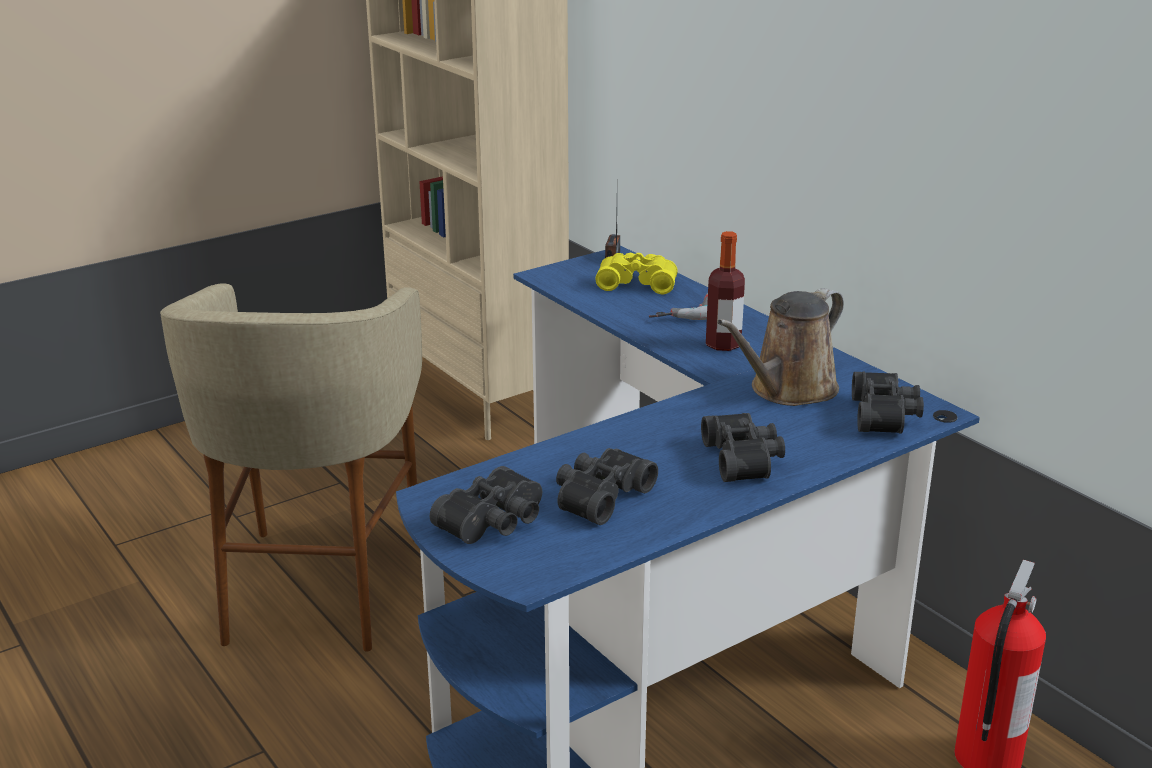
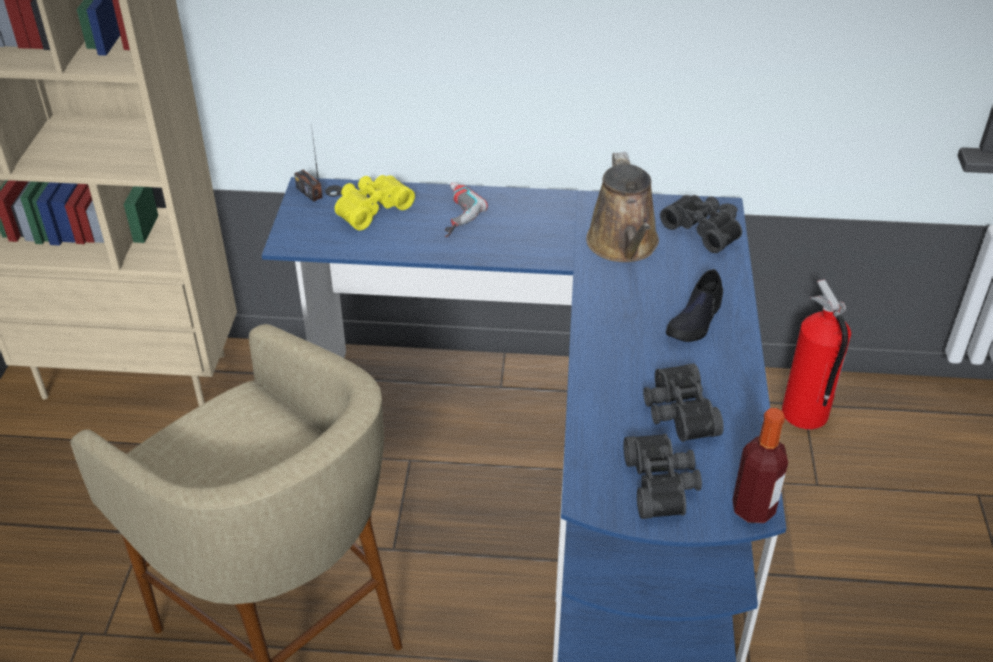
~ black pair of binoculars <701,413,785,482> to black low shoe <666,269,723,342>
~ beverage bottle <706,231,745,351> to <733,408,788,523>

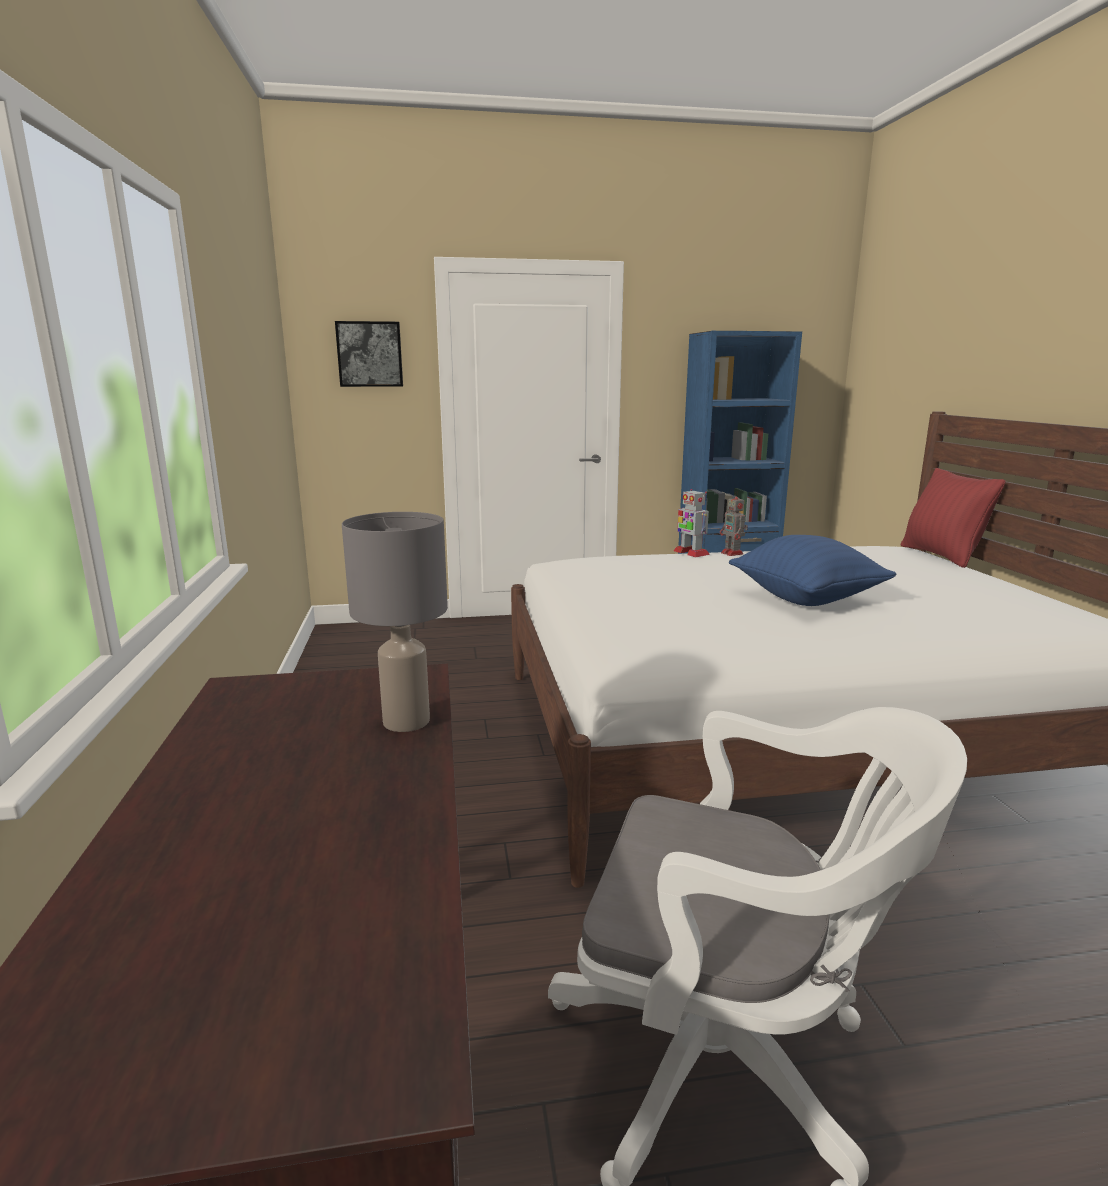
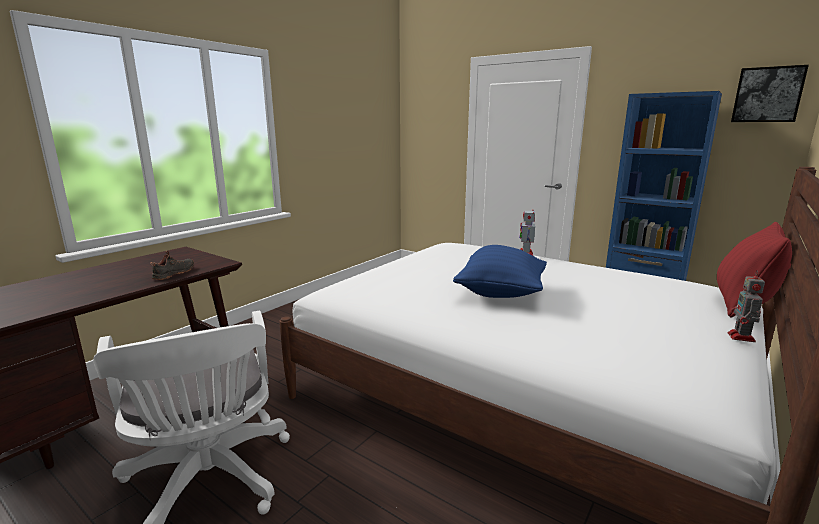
~ gray table lamp <342,512,448,732> to black low shoe <150,251,194,280>
~ robot figure <720,491,748,556> to <728,270,765,342>
~ picture <335,321,403,387> to <731,65,809,122>

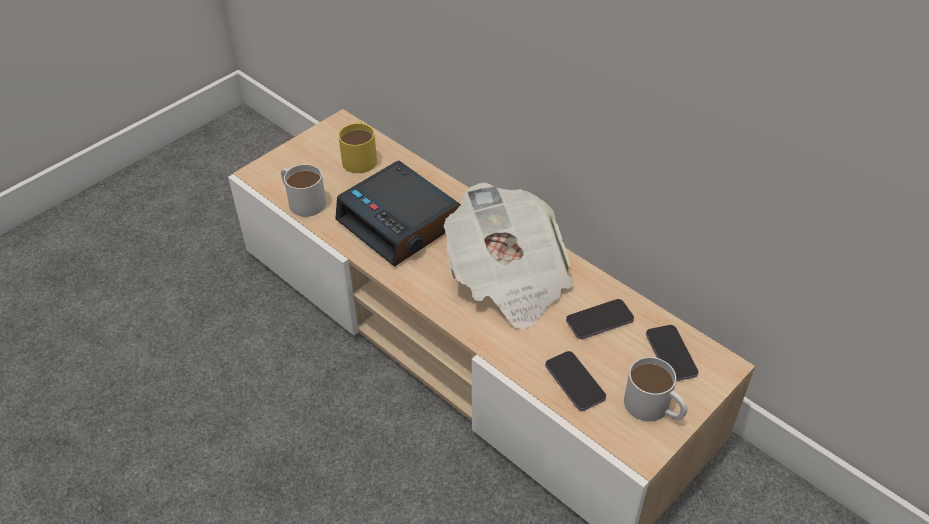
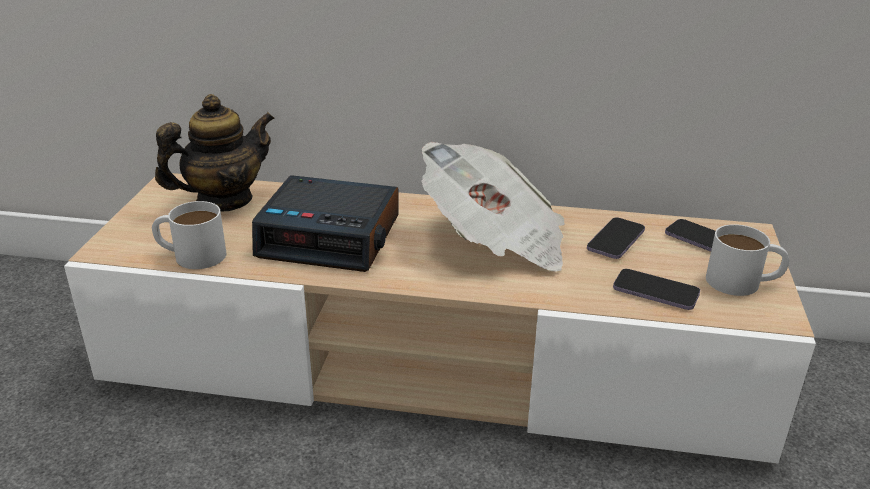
~ yellowish mug <338,122,377,173> to tea pot <155,94,274,211>

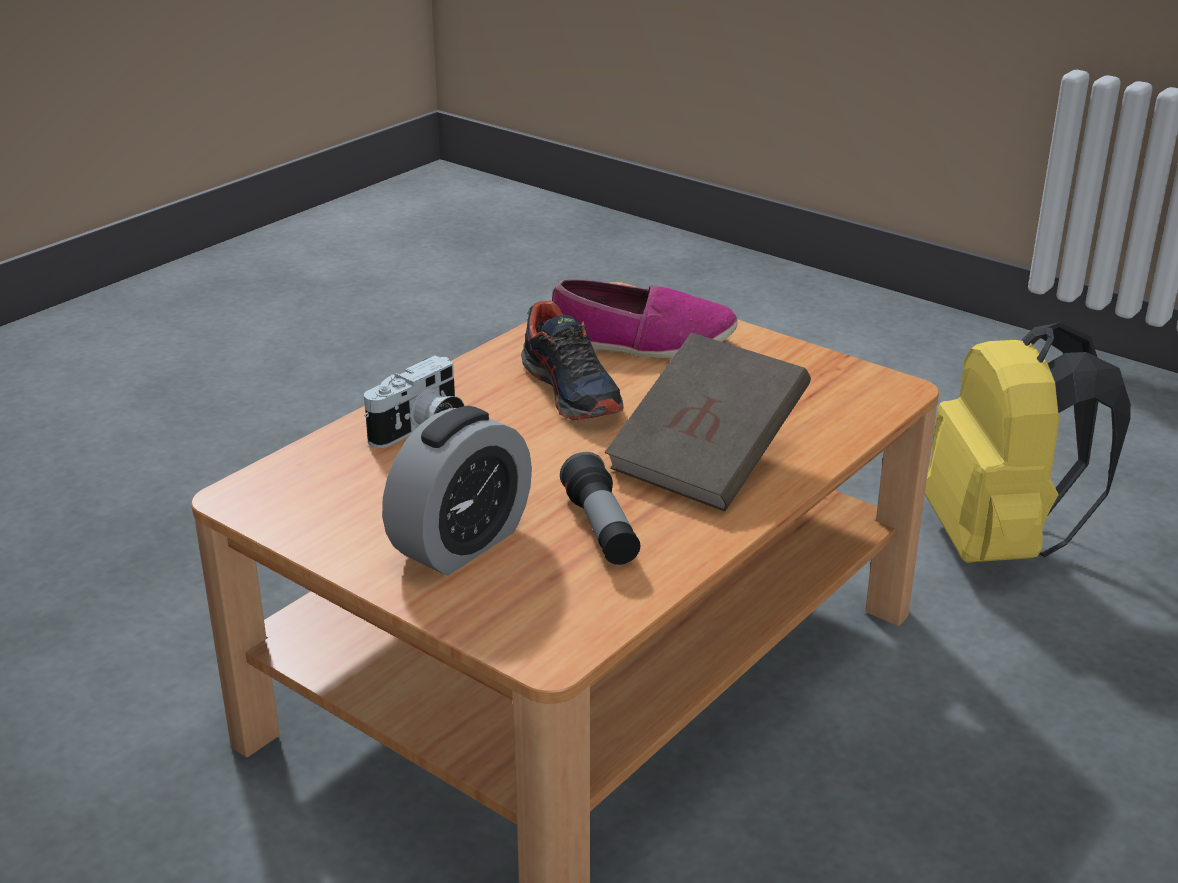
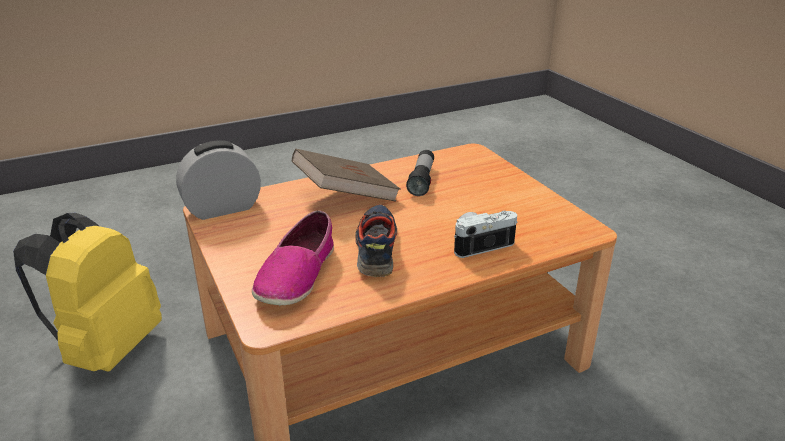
~ table clock <382,406,532,575> to <176,140,261,220>
~ low shoe <552,279,738,358> = <252,210,334,306> 105 degrees counterclockwise

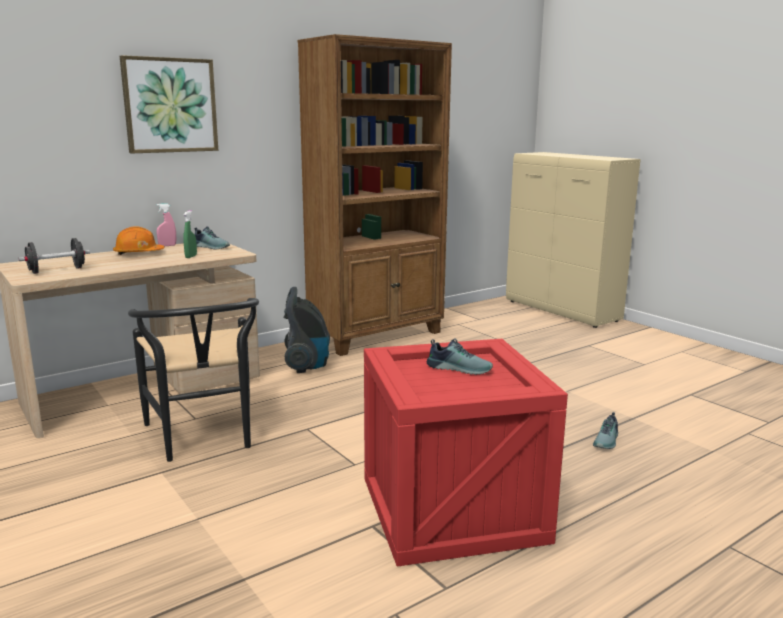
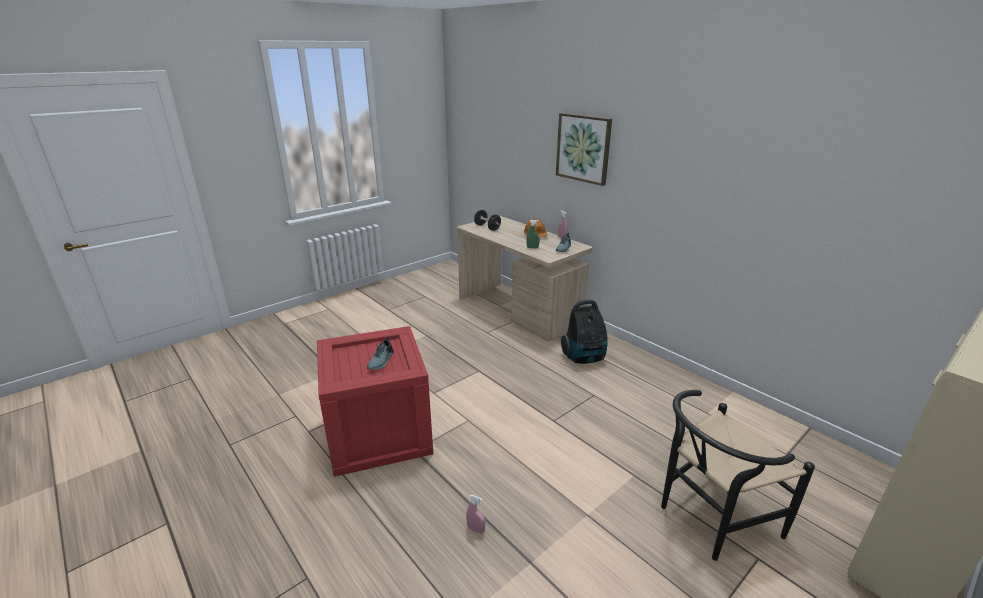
~ low shoe <593,412,618,449> to pink hand sprayer <466,495,485,534>
~ black chair <128,298,259,462> to <661,390,815,561>
- brownish bookshelf <298,34,452,356>

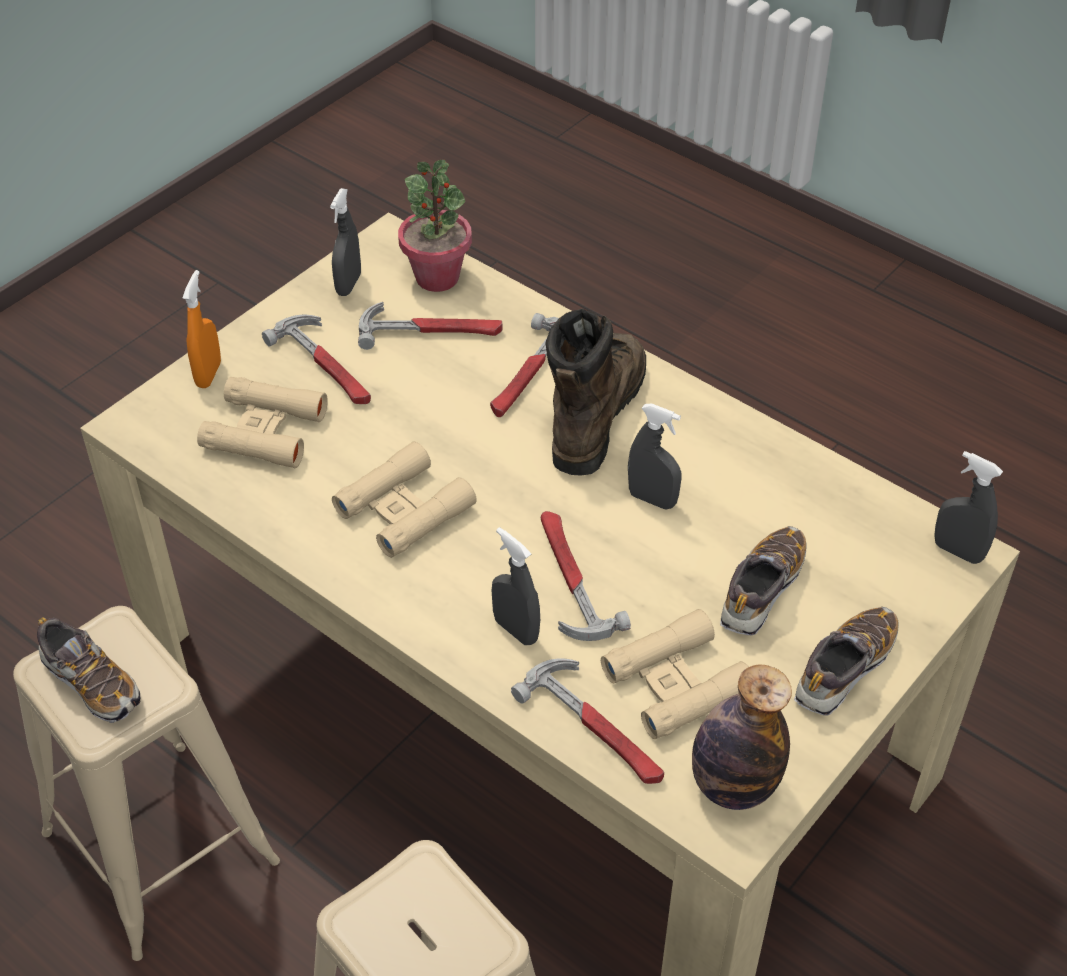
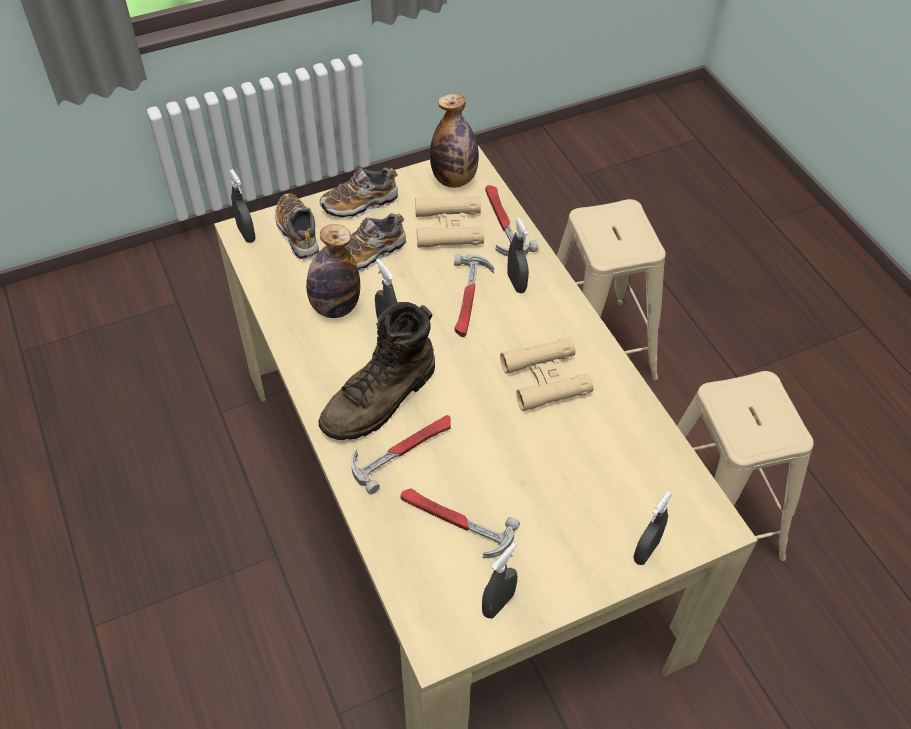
~ low shoe <37,617,140,723> to <275,193,319,260>
+ beverage bottle <306,224,360,318>
~ orangey hand sprayer <183,270,221,388> to gray hand sprayer <634,491,672,565>
- beige-coloured pair of binoculars <197,377,328,468>
- hammer <262,315,371,404>
- plant in a pot <398,160,472,292>

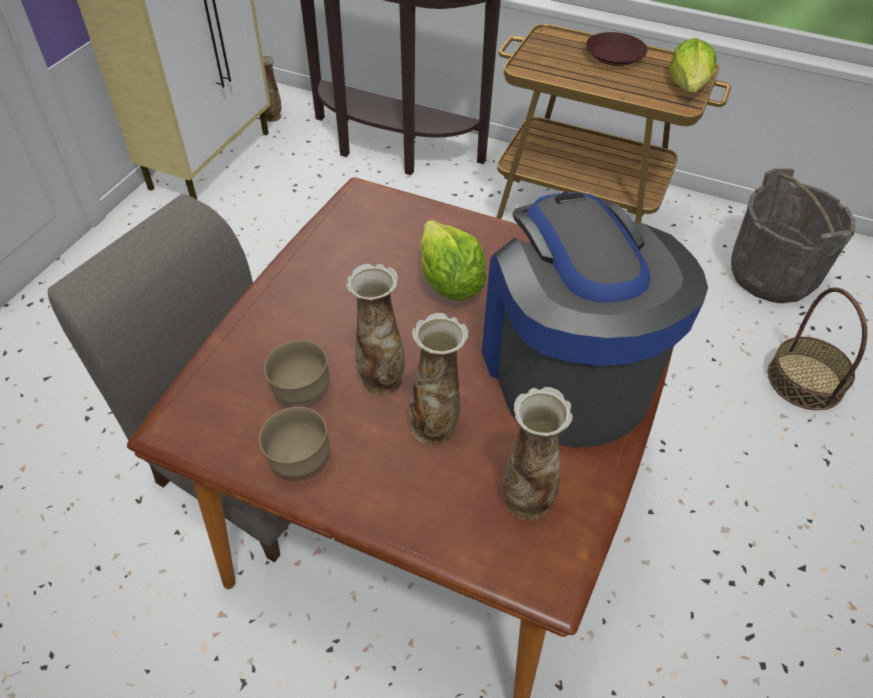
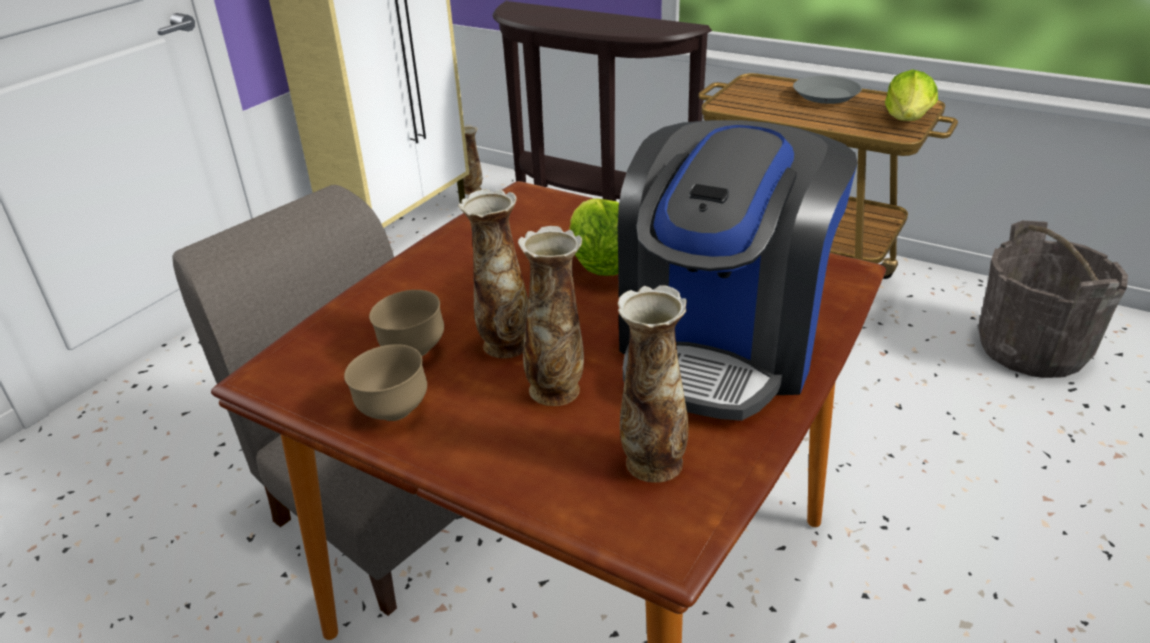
~ coffee machine <482,192,708,448> = <618,120,858,421> 150 degrees counterclockwise
~ brownish plate <586,32,647,66> to gray plate <793,76,862,104>
- basket <768,287,867,410>

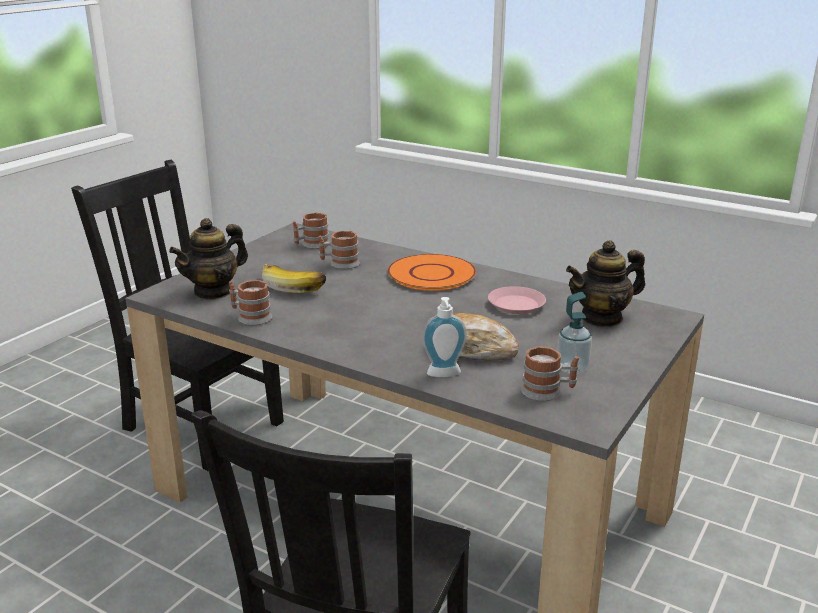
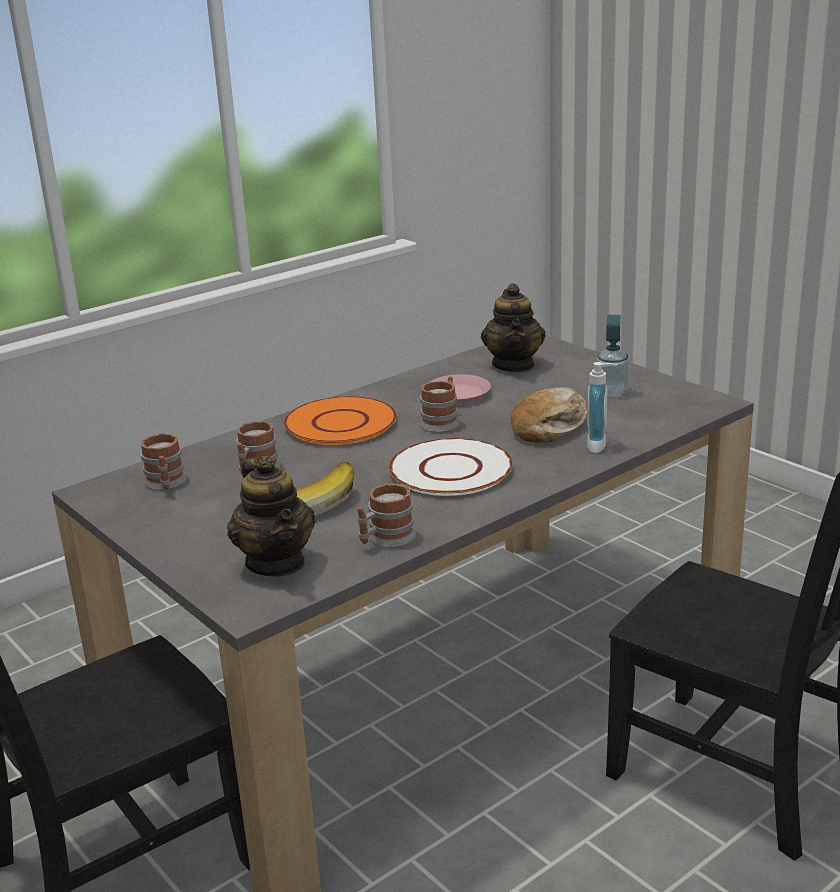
+ whitish plate <388,438,513,496>
~ mug <521,346,579,401> to <420,376,459,433>

